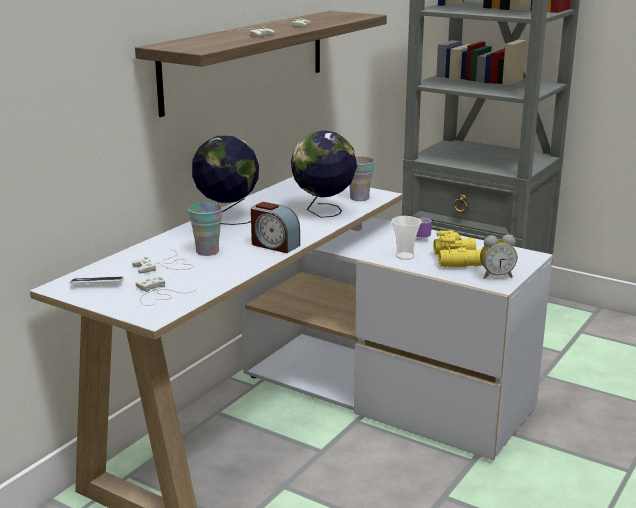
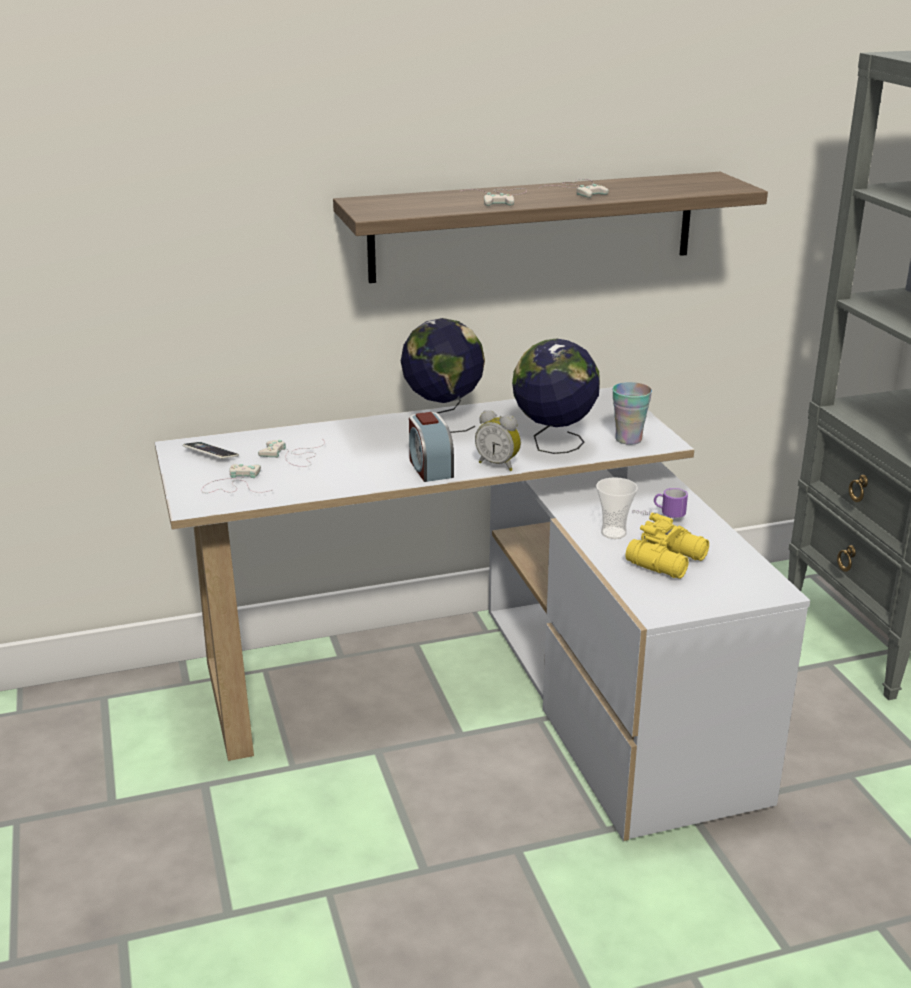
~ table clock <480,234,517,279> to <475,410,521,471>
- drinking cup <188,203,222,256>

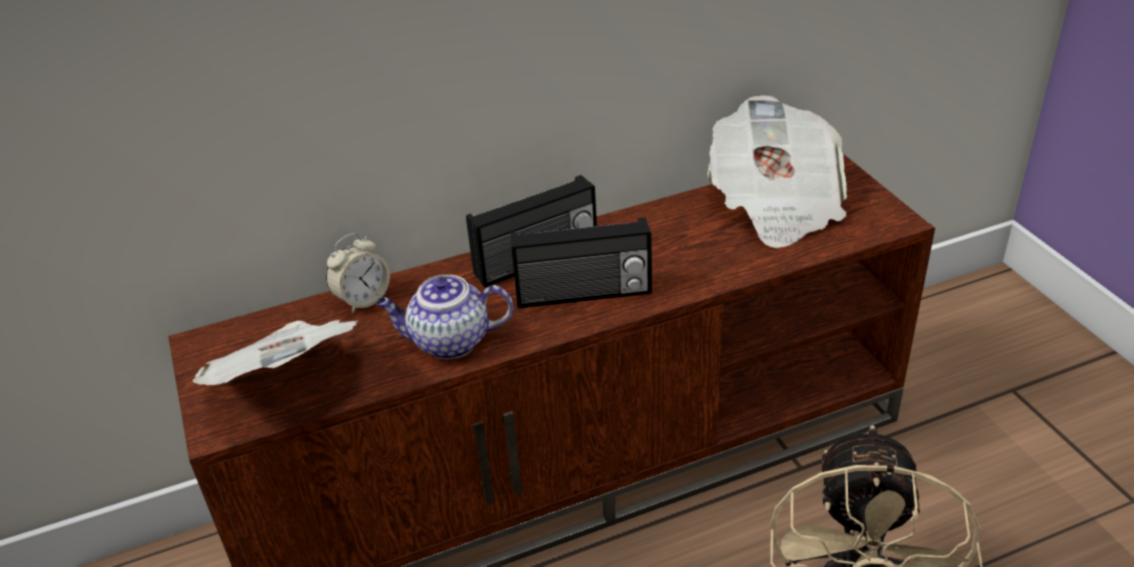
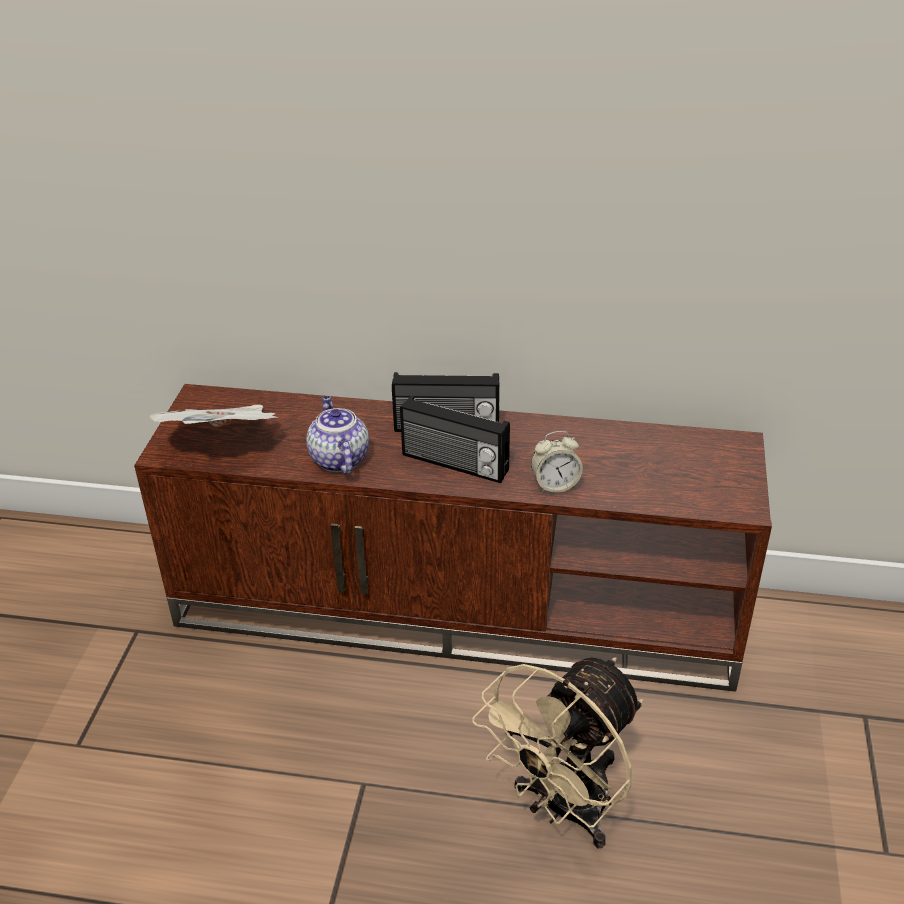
~ tea pot <376,275,513,359> = <306,396,369,474> 45 degrees clockwise
~ table clock <326,233,390,314> to <531,431,583,493>
- printed paper <707,95,847,249>

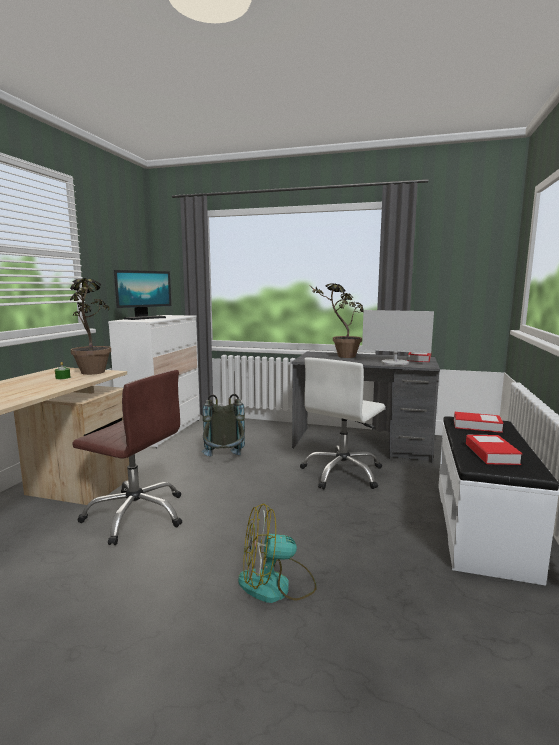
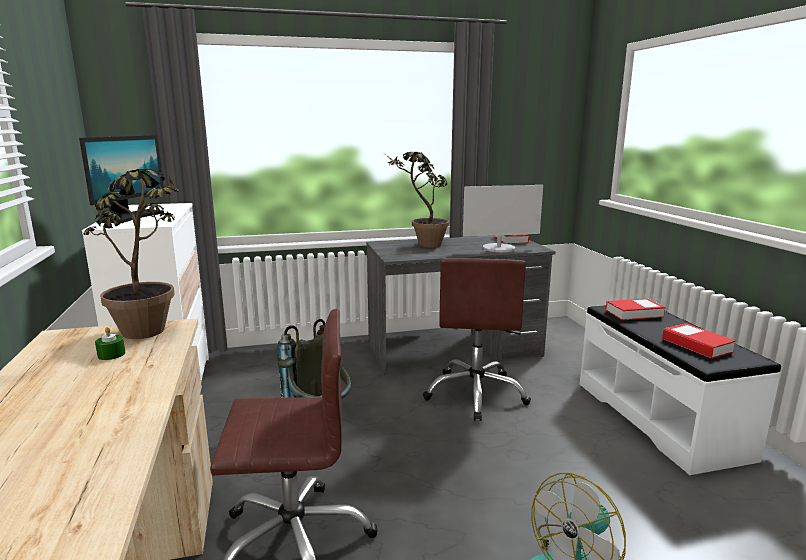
~ whitish desk chair <300,357,385,489> to brownish desk chair <423,258,531,421>

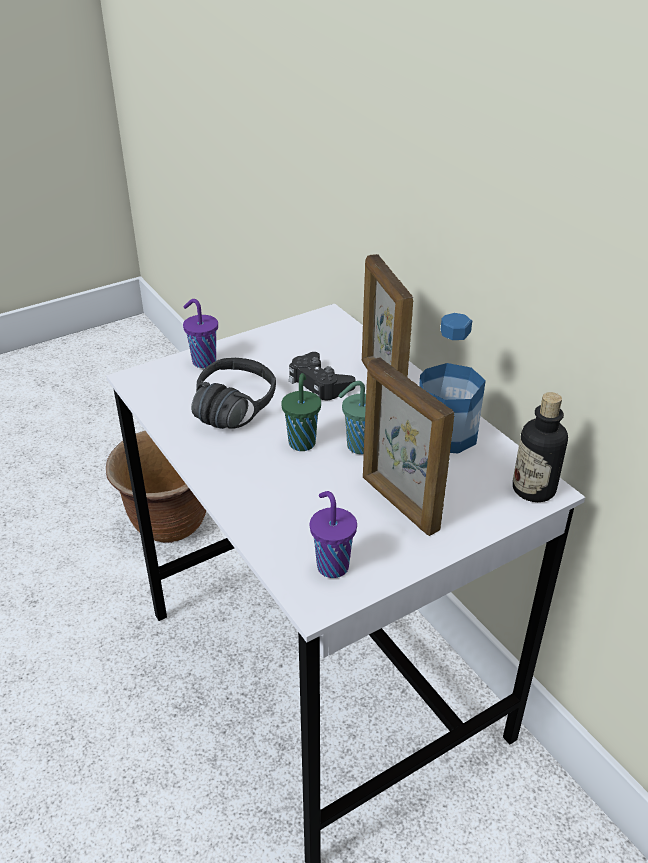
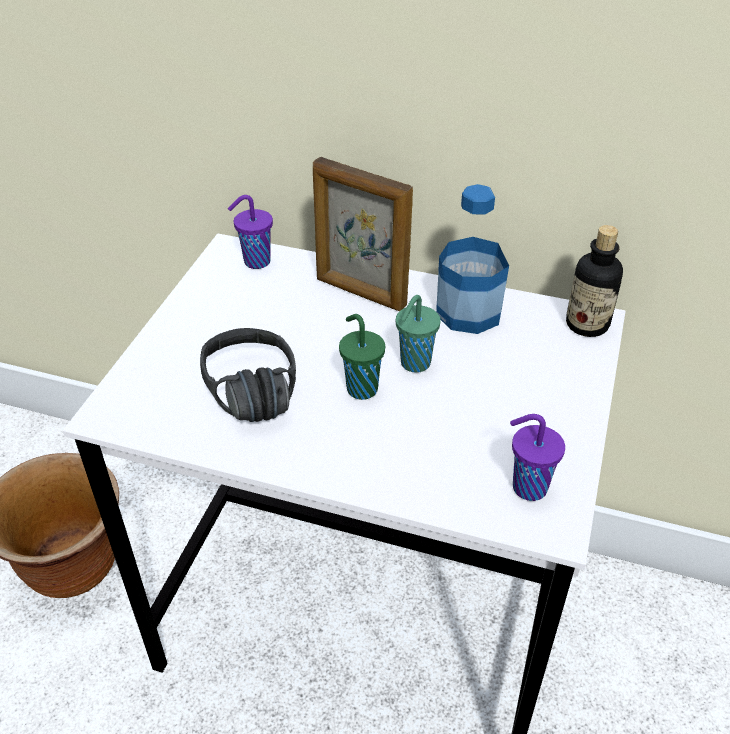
~ purple drinking cup <183,299,218,368> to <228,195,273,269>
- black joypad <289,352,355,400>
- picture frame <363,357,454,536>

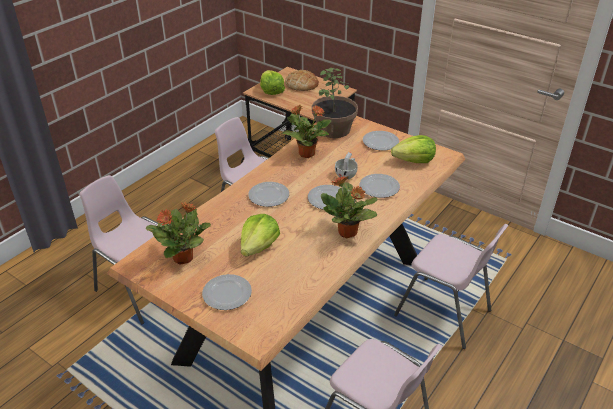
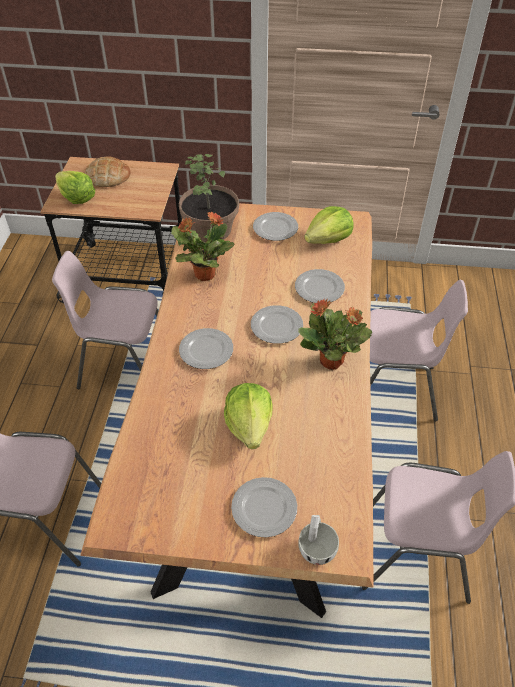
~ whitish drinking cup <335,152,358,180> to <298,515,339,565>
- plant in a pot <146,202,211,265>

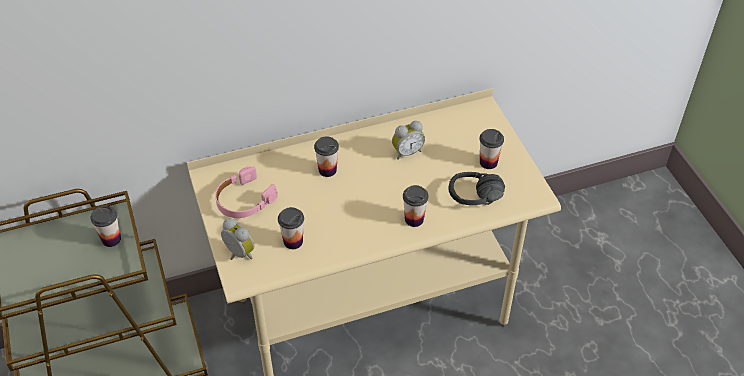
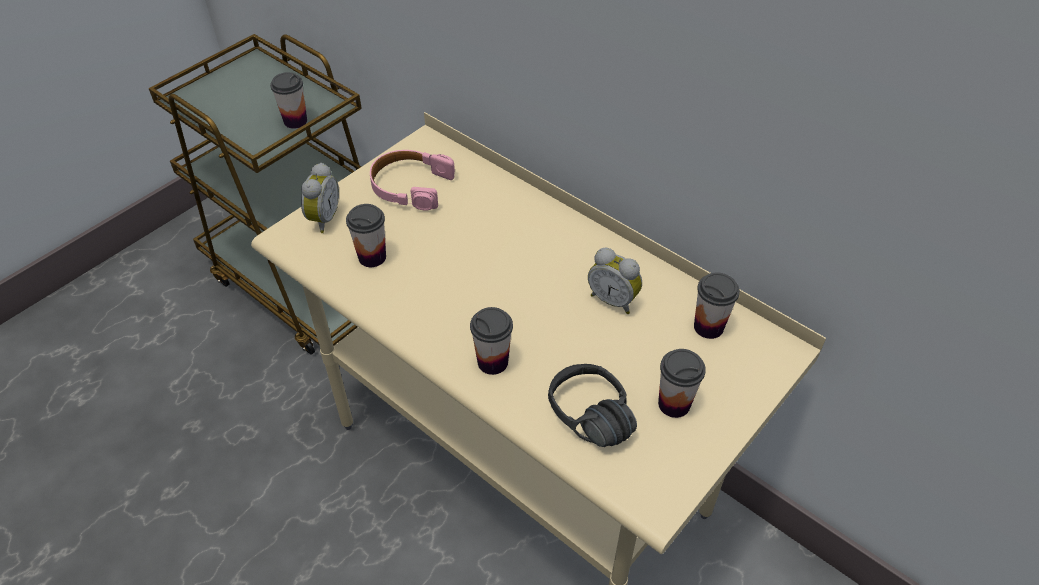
~ drinking cup <314,136,339,177> to <694,272,740,339>

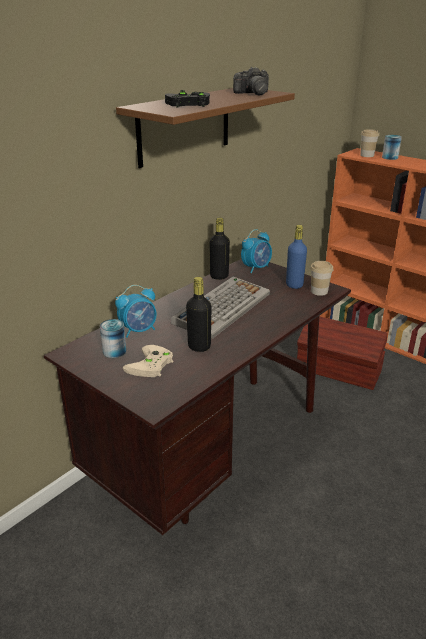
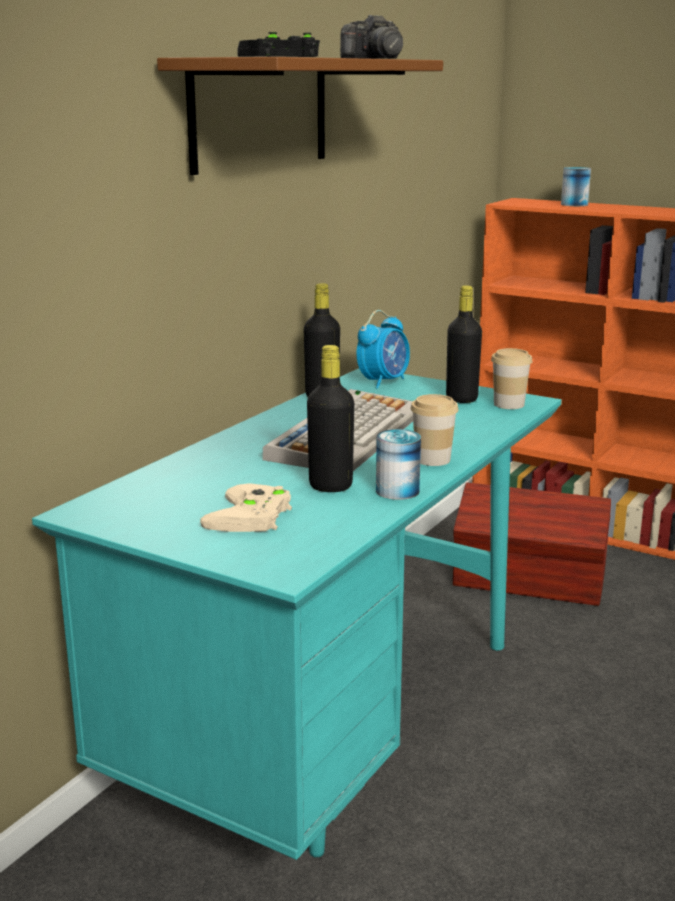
~ brownish desk unit <44,259,351,535> to blue-green desk unit <32,368,562,860>
~ can <100,319,126,358> to <376,429,421,500>
~ drinking cup <360,129,379,157> to <410,394,459,466>
~ bluish beverage bottle <286,225,307,289> to black beverage bottle <446,285,482,403>
- table clock <115,285,156,338>

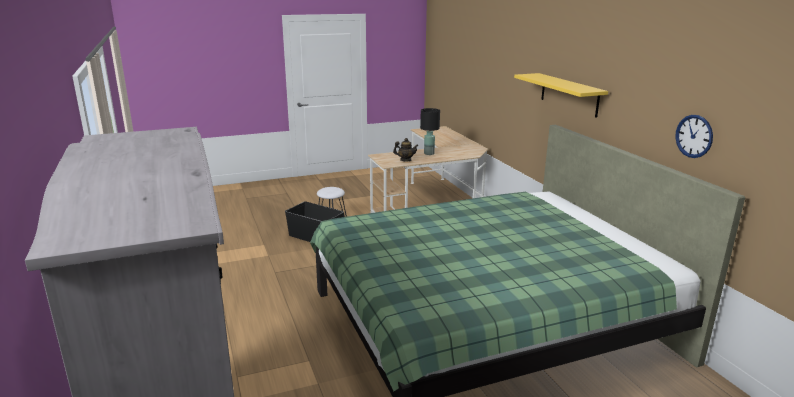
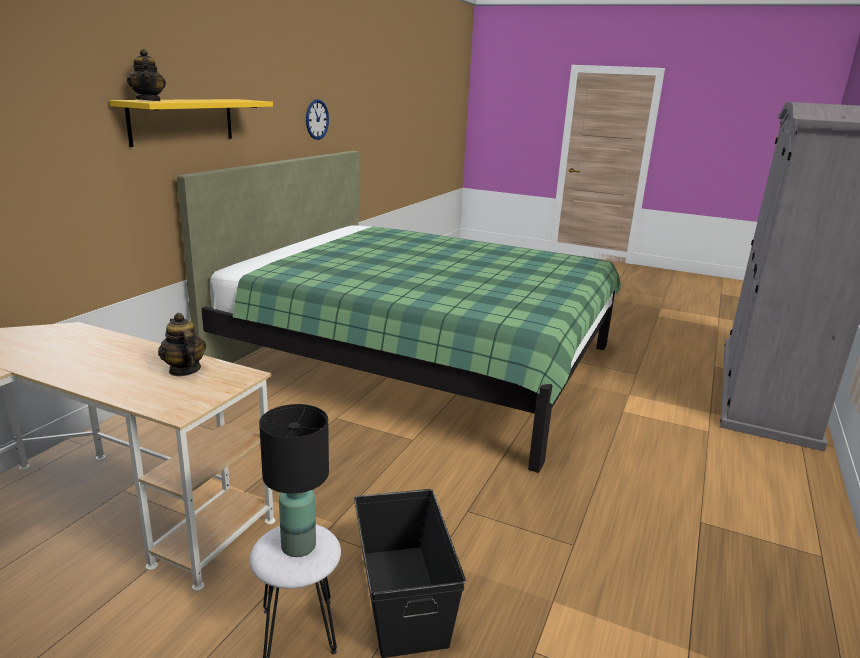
+ tea pot <127,49,166,101>
~ black table lamp <420,108,440,155> to <259,404,329,557>

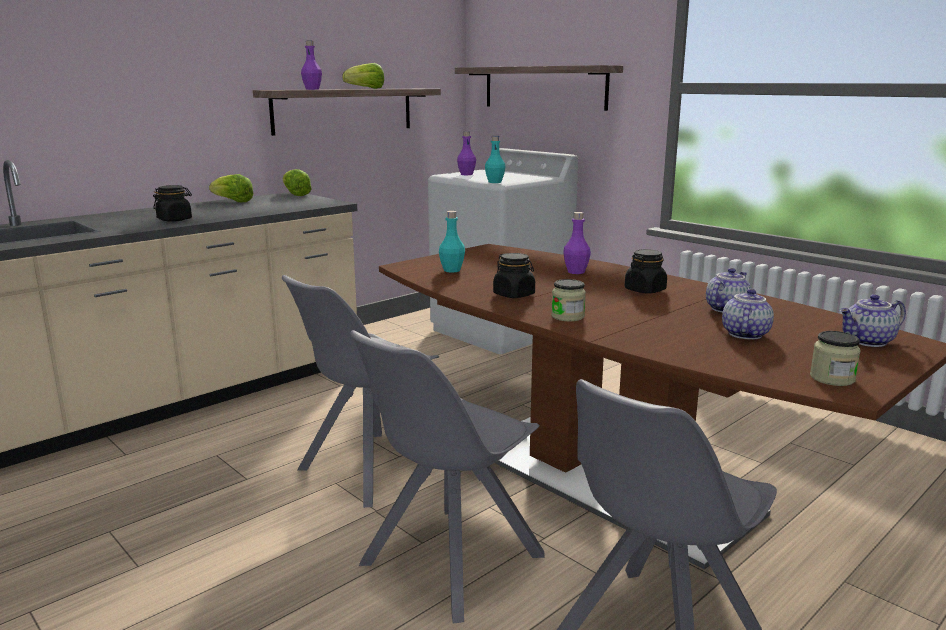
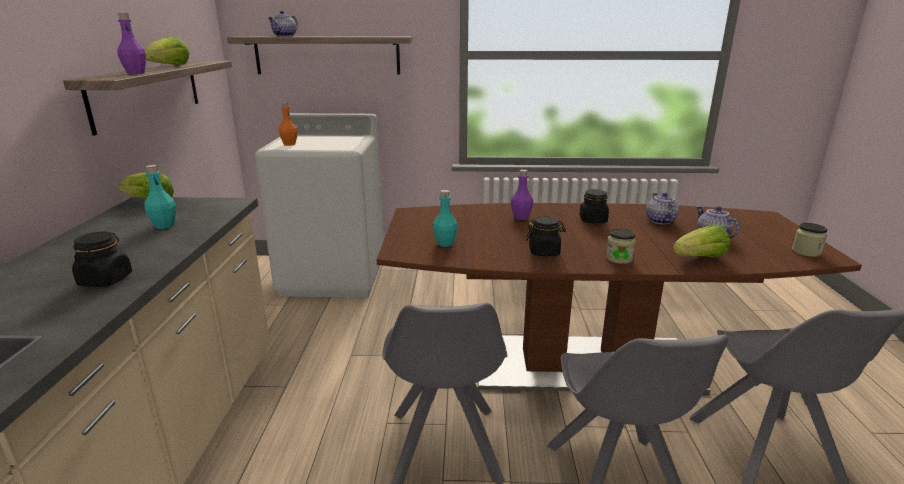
~ blue-green beverage bottle <485,136,506,183> to <144,165,176,229>
~ tea pot <839,294,906,347> to <268,11,298,37>
~ purple beverage bottle <457,131,476,175> to orangey beverage bottle <279,103,297,146>
~ lettuce head <209,174,254,202> to <673,225,730,258>

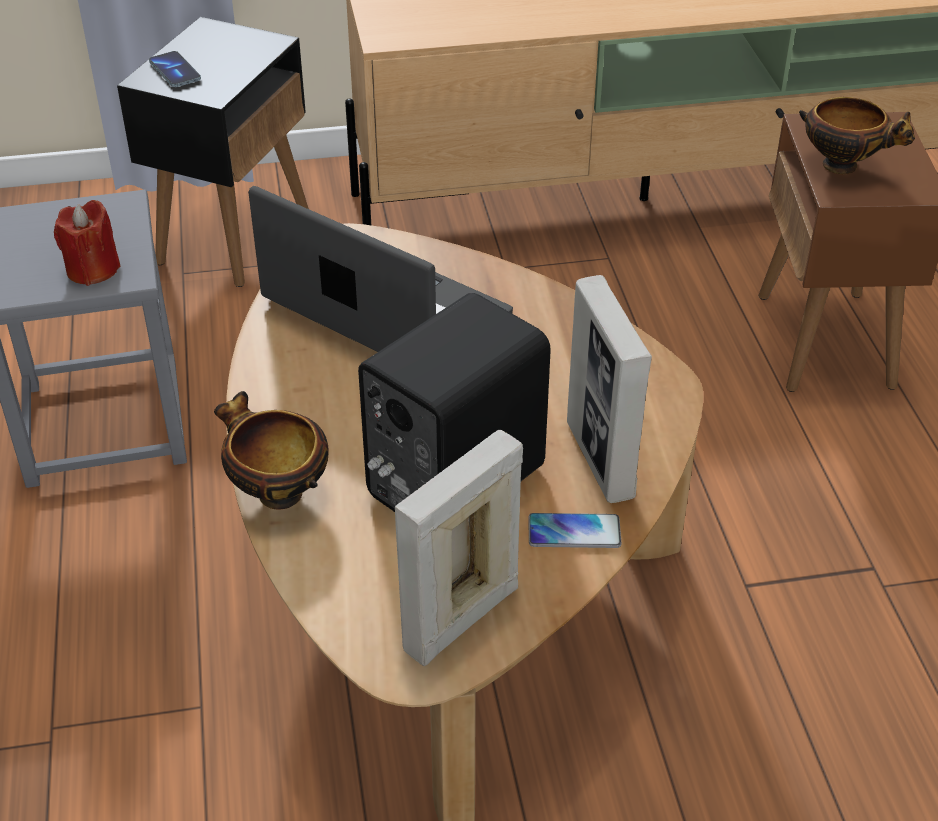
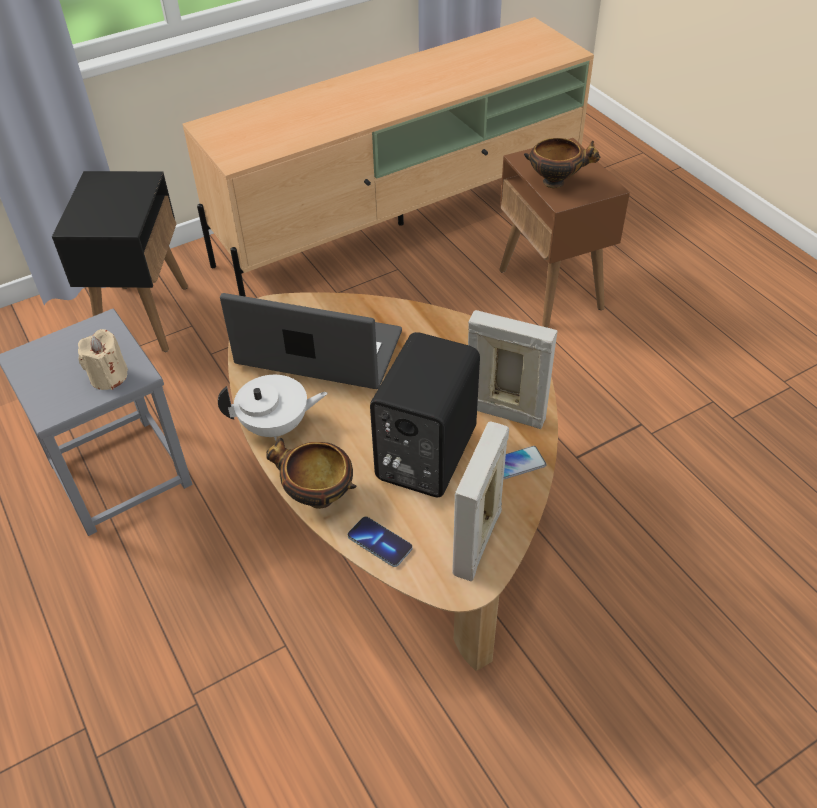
~ red wax light <54,200,121,286> to beige-coloured wax light <78,329,128,390>
+ whitish tea pot <218,375,328,440>
~ telephone <149,51,201,87> to <348,516,413,567>
~ picture frame <567,275,652,503> = <468,310,557,429> 150 degrees clockwise

